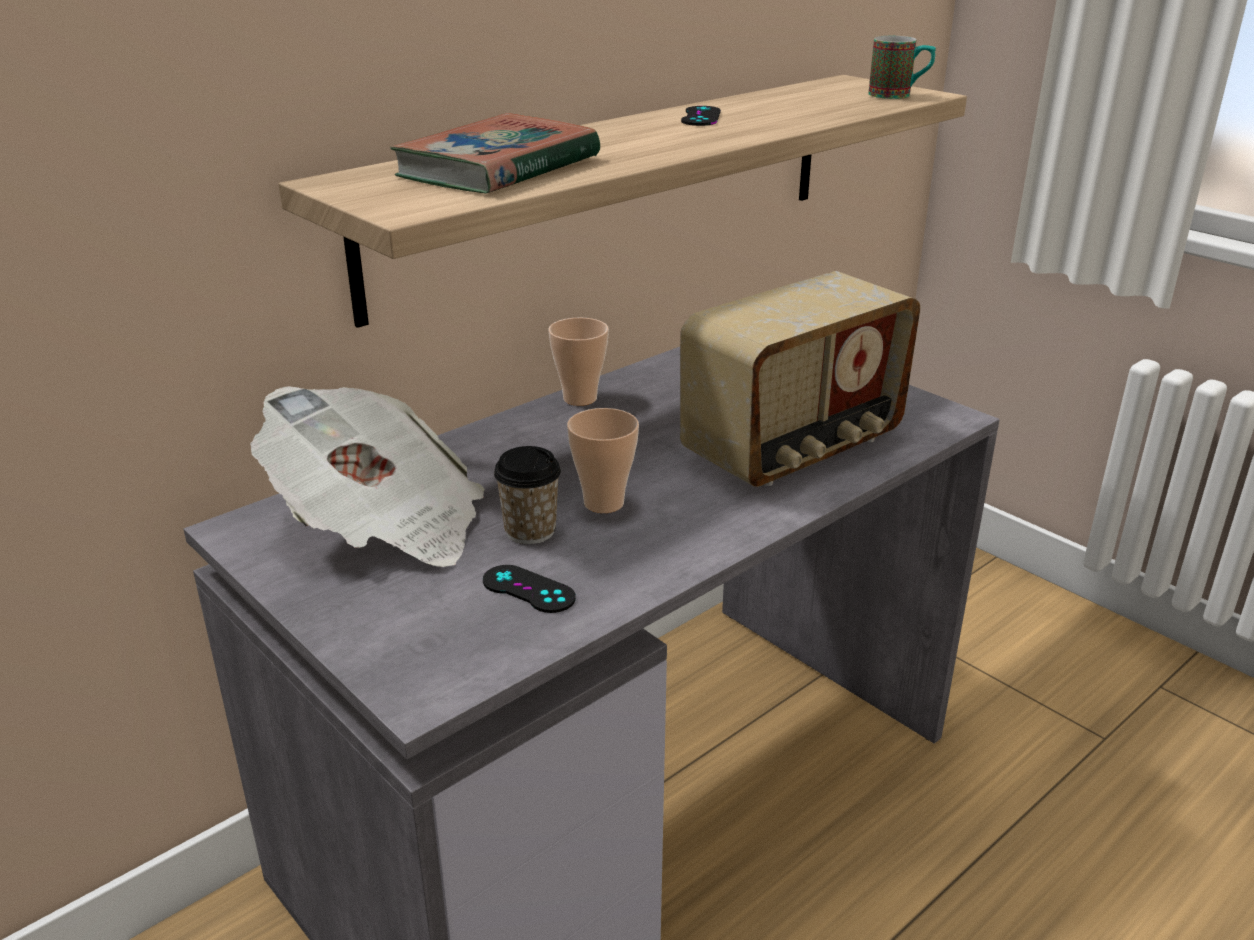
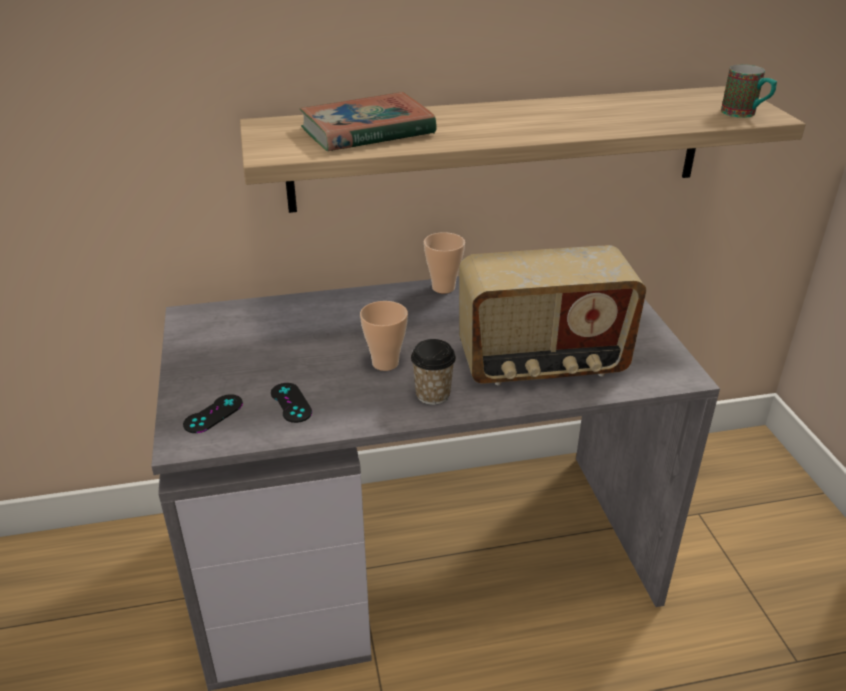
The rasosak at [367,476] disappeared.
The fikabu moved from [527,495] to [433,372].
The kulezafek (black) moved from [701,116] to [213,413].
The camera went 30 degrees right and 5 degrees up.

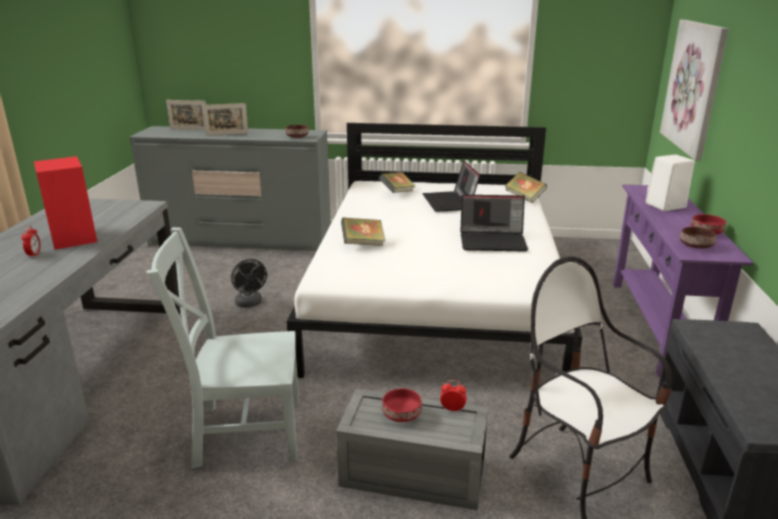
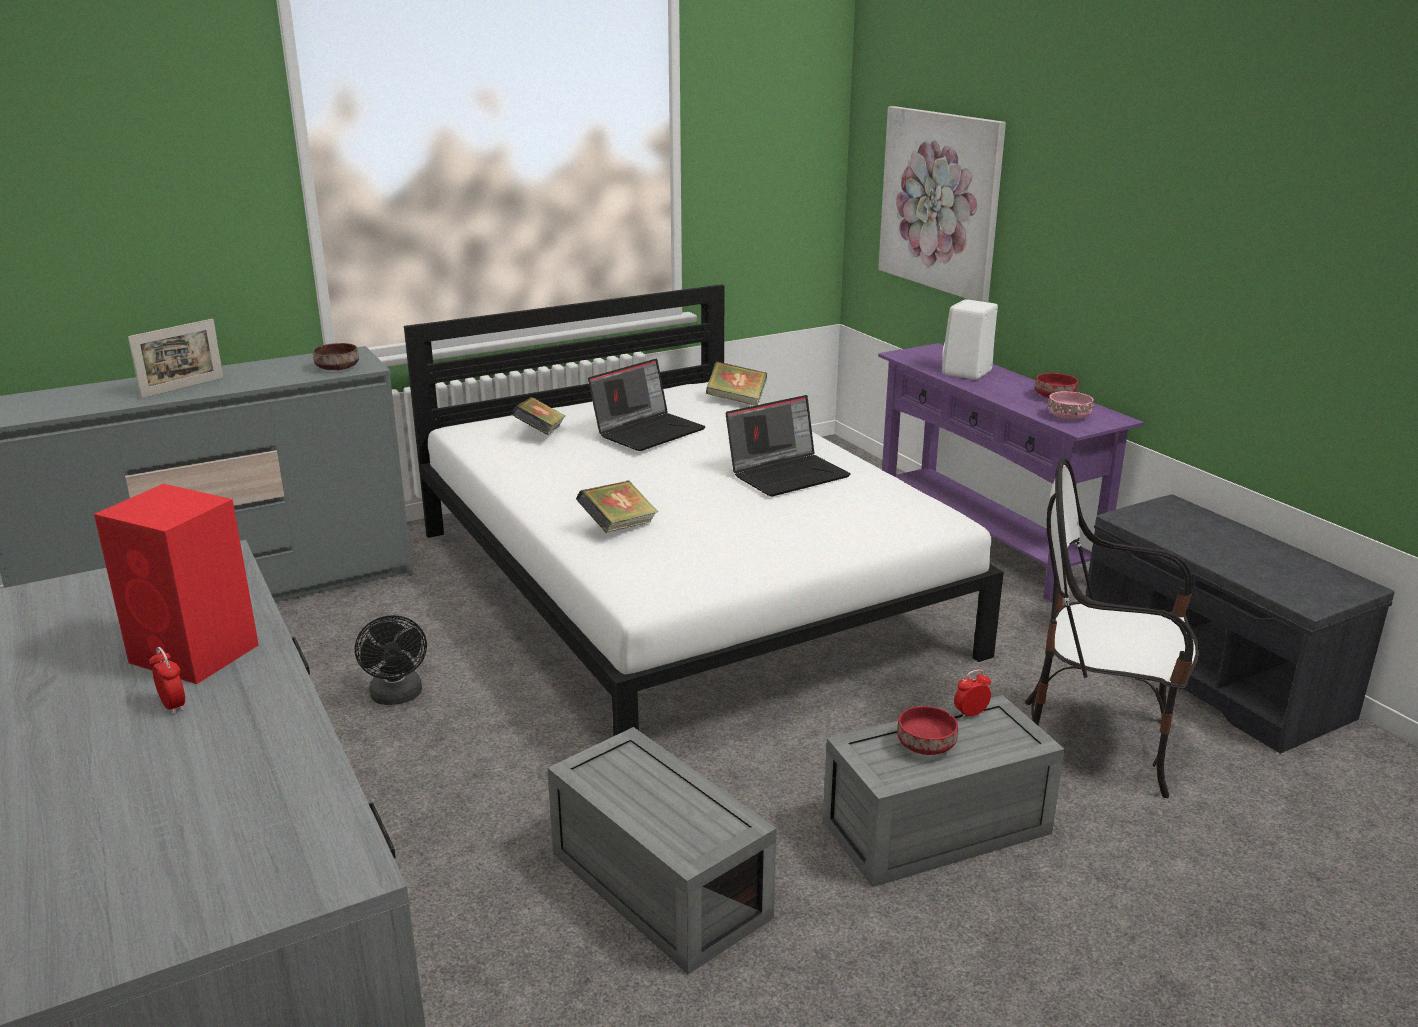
The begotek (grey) at [223,348] was replaced by the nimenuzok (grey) at [662,850].
The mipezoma at [186,115] disappeared.
The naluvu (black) at [249,283] turned 45 degrees clockwise.
The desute at [451,186] turned 90 degrees counterclockwise.
The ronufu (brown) at [698,237] became the ronufu (pink) at [1070,405].
The camera went 35 degrees left and 0 degrees up.

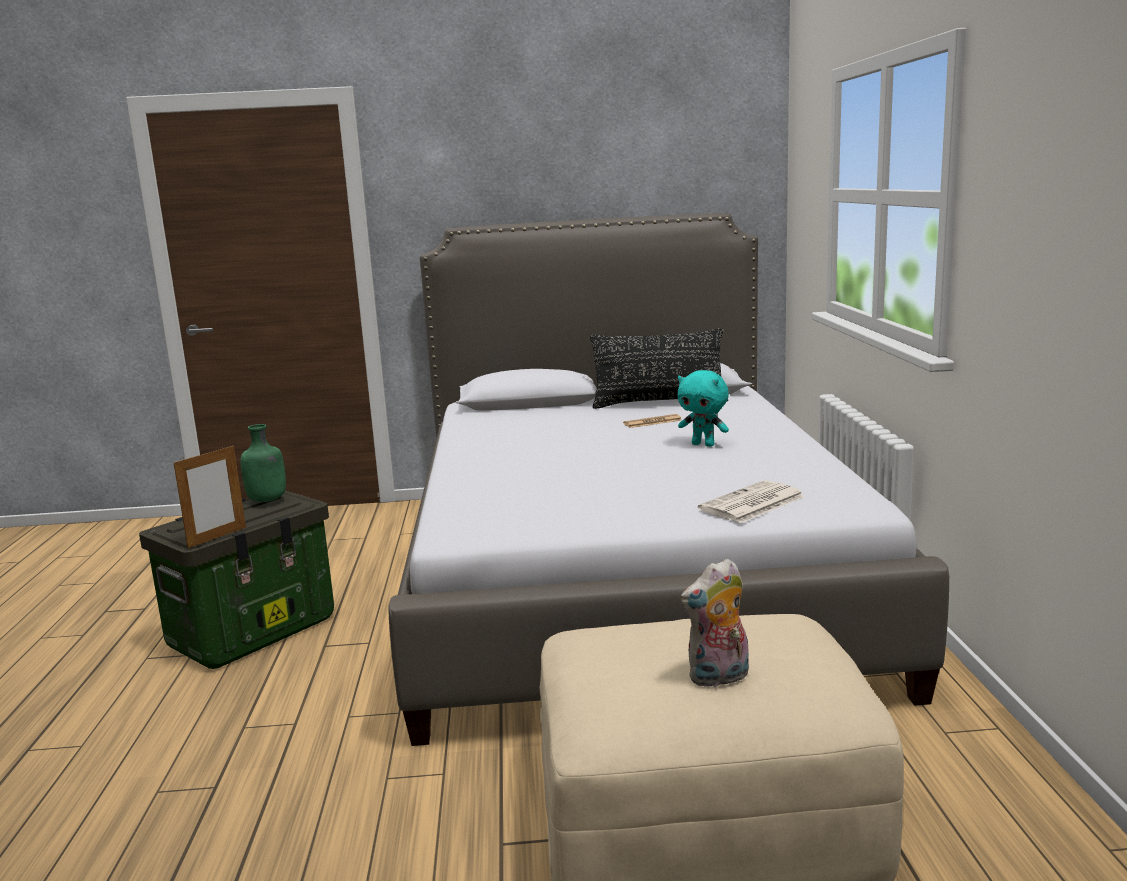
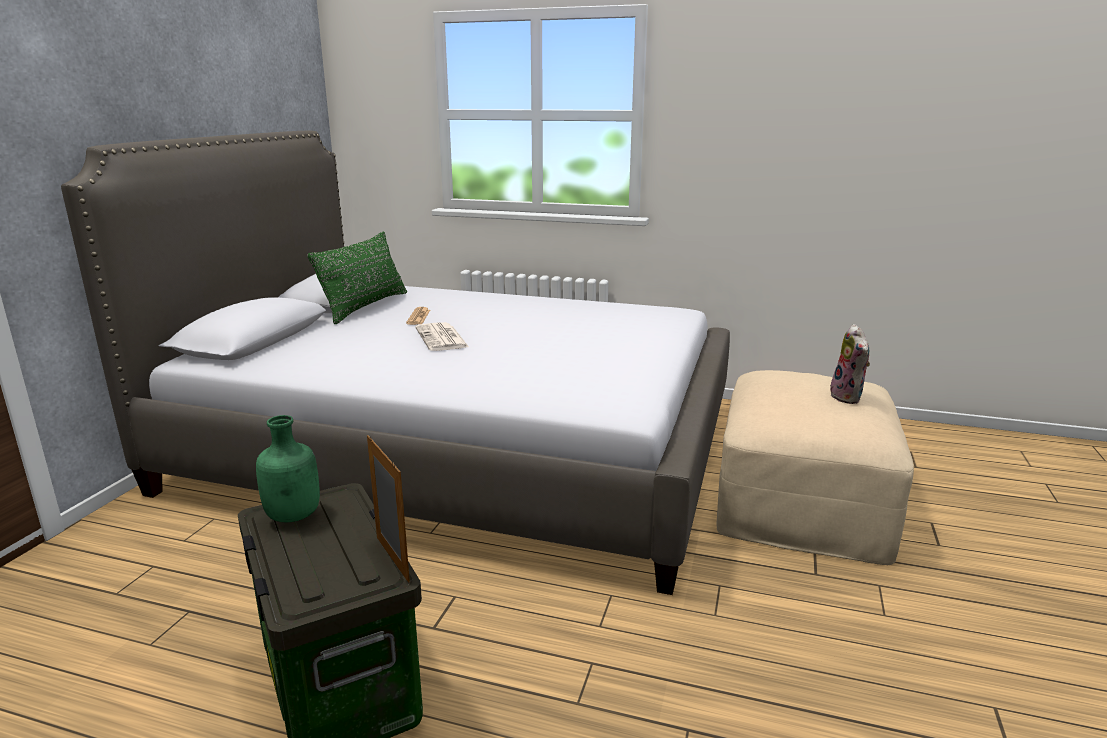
The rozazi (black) at [659,368] became the rozazi (green) at [357,277].
The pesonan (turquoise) at [703,408] disappeared.
The rasosak moved from [751,501] to [442,336].
The camera went 70 degrees left and 5 degrees up.

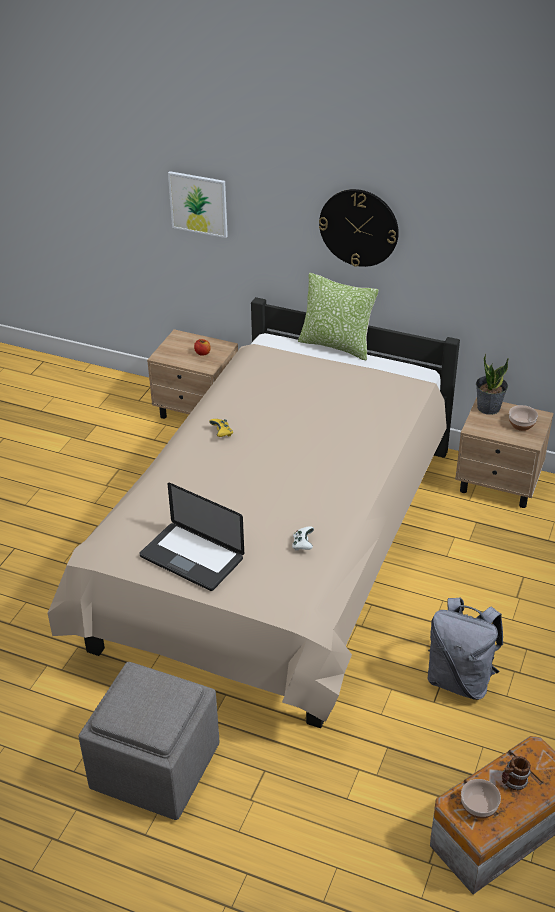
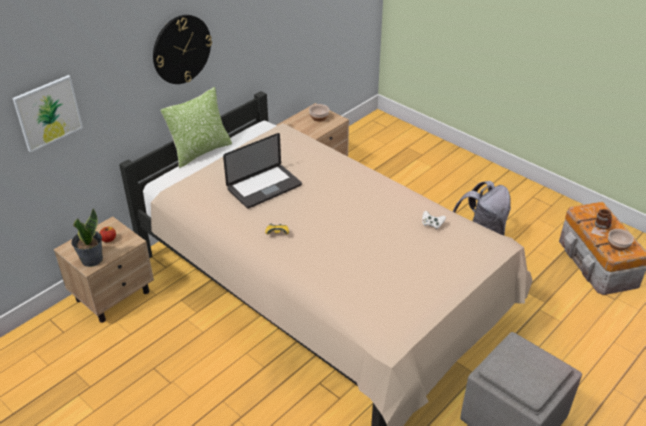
The desute moved from [192,537] to [262,171].
The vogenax moved from [492,384] to [87,237].
The camera went 70 degrees left and 0 degrees up.

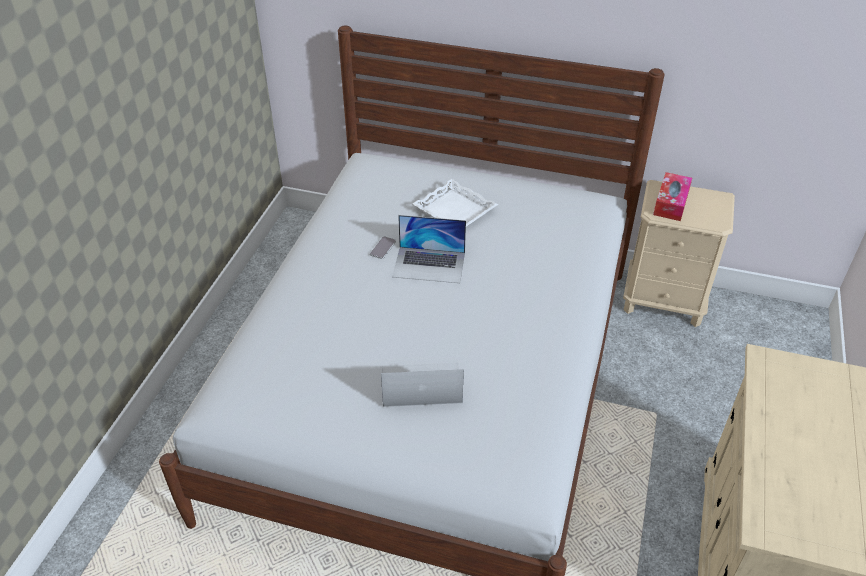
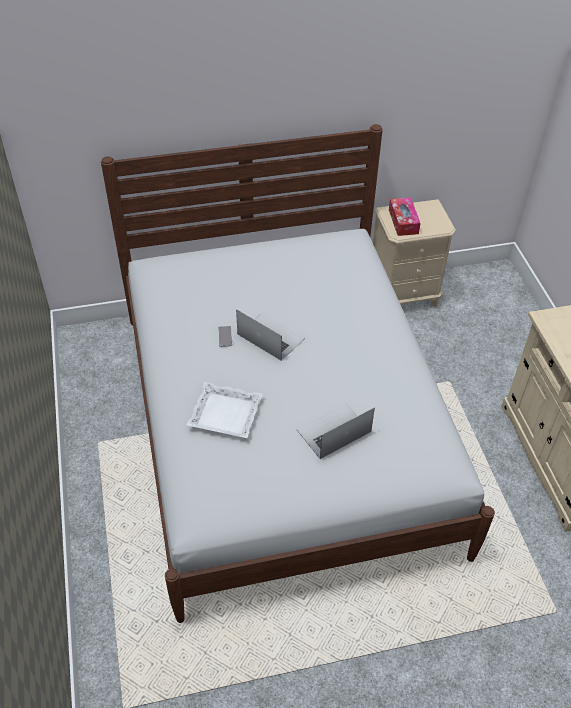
The desute at [429,249] turned 120 degrees counterclockwise.
The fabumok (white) moved from [455,202] to [225,410].
The camera went 30 degrees left and 5 degrees up.

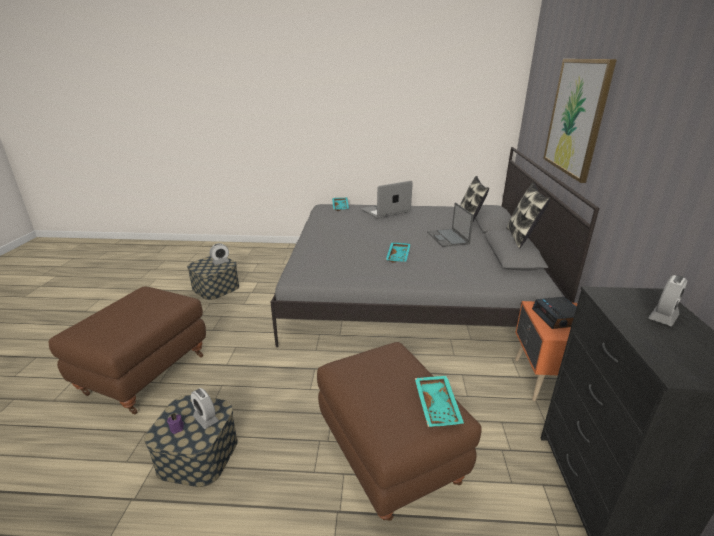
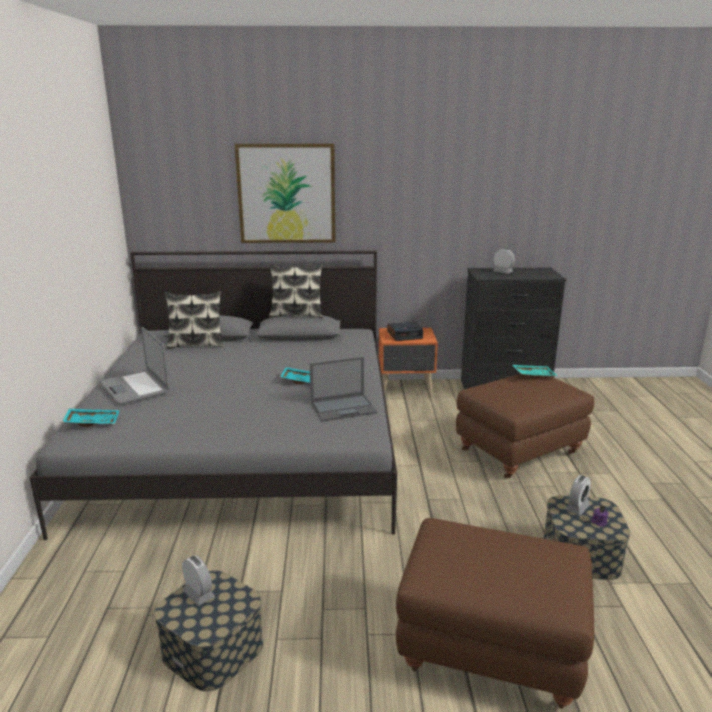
The desute moved from [450,224] to [343,389].
The camera went 95 degrees left and 5 degrees down.

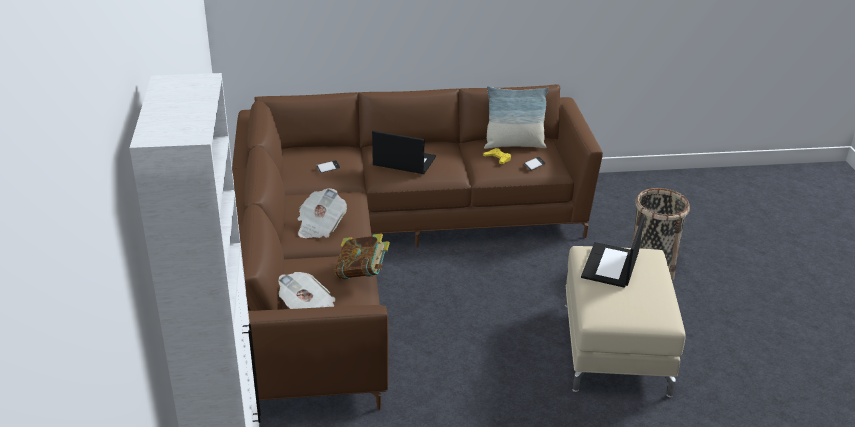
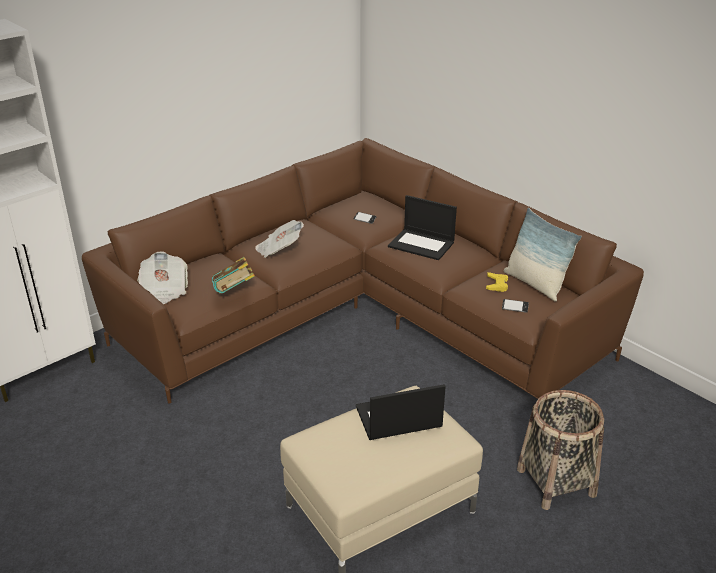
The desute at [404,152] turned 135 degrees clockwise.
The camera went 55 degrees right and 0 degrees up.

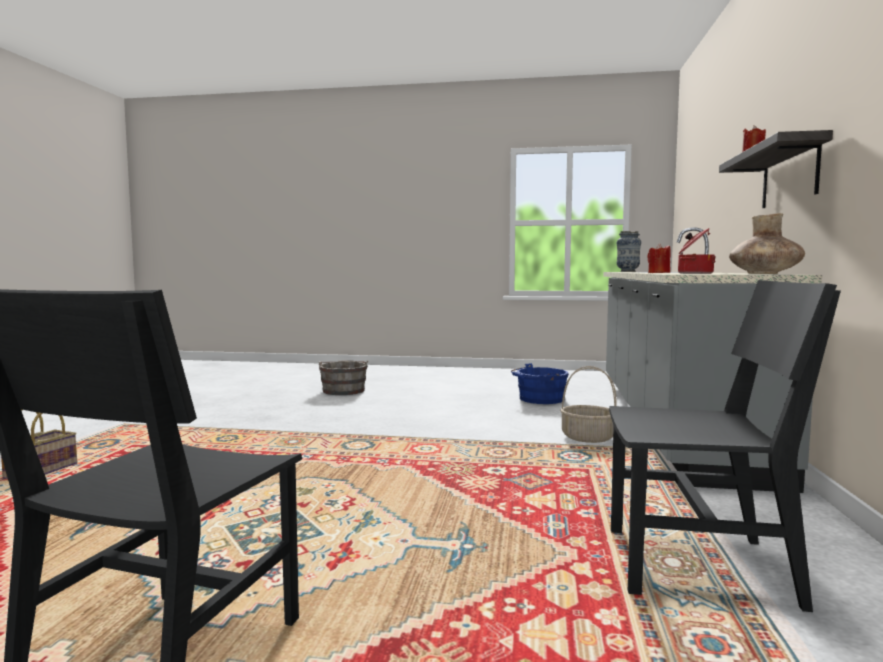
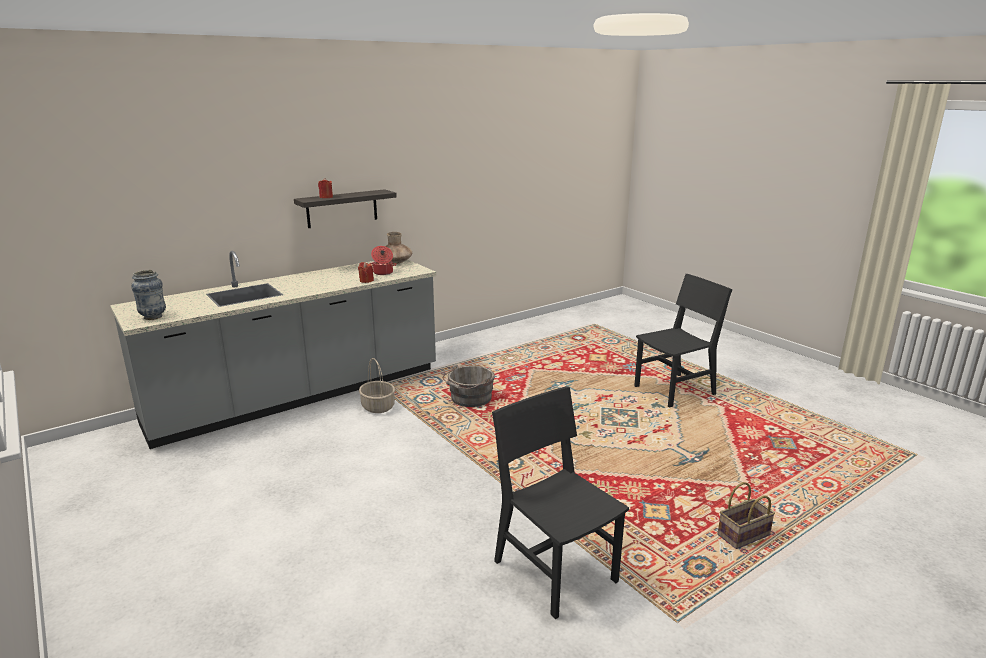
The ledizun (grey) moved from [344,377] to [469,385].
The ledizun (blue) at [540,383] disappeared.
The begotek (black) moved from [725,446] to [560,502].
The camera went 135 degrees left and 15 degrees up.

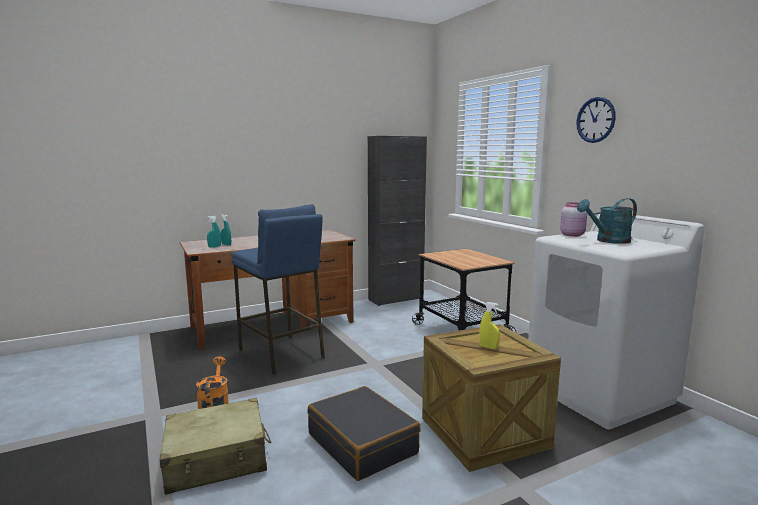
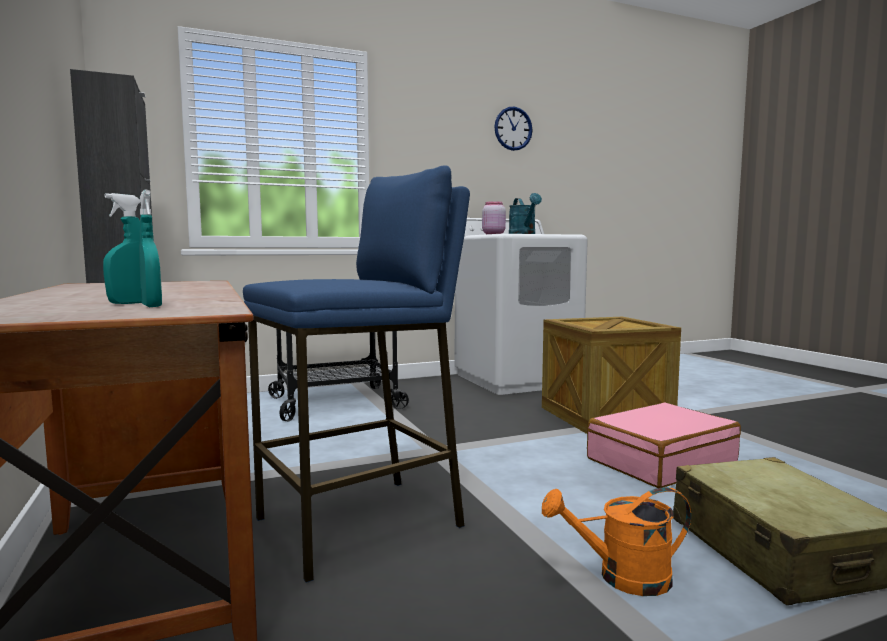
The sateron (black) at [364,433] became the sateron (pink) at [664,445].
The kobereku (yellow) at [489,325] disappeared.
The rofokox moved from [596,120] to [513,128].
The camera went 85 degrees left and 5 degrees down.

